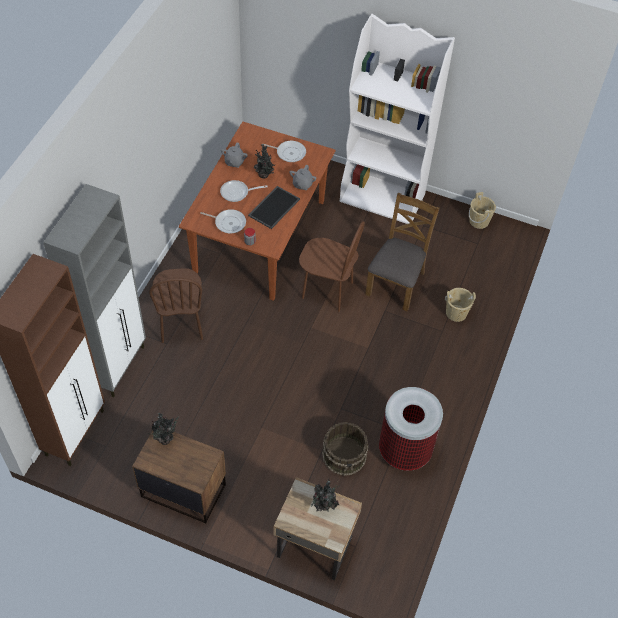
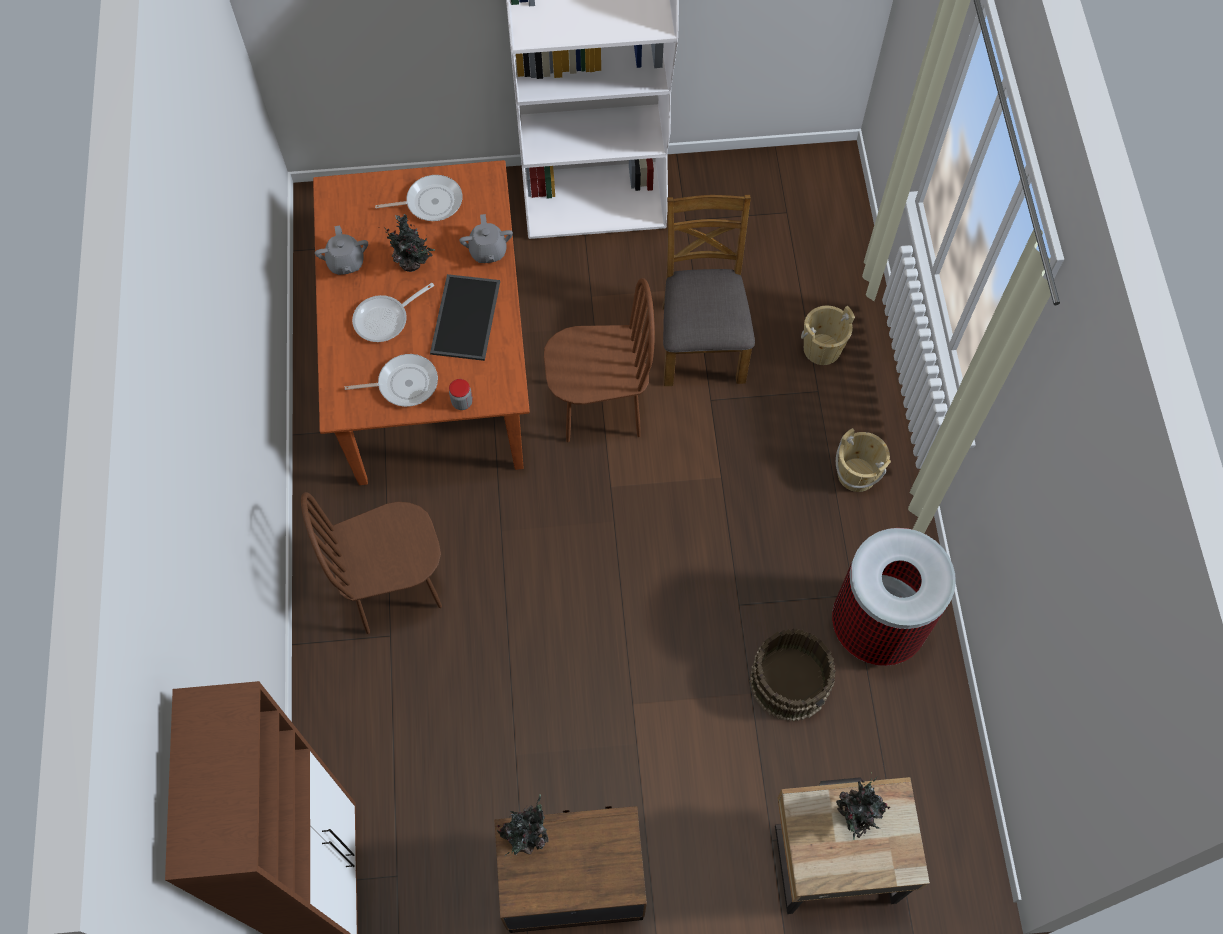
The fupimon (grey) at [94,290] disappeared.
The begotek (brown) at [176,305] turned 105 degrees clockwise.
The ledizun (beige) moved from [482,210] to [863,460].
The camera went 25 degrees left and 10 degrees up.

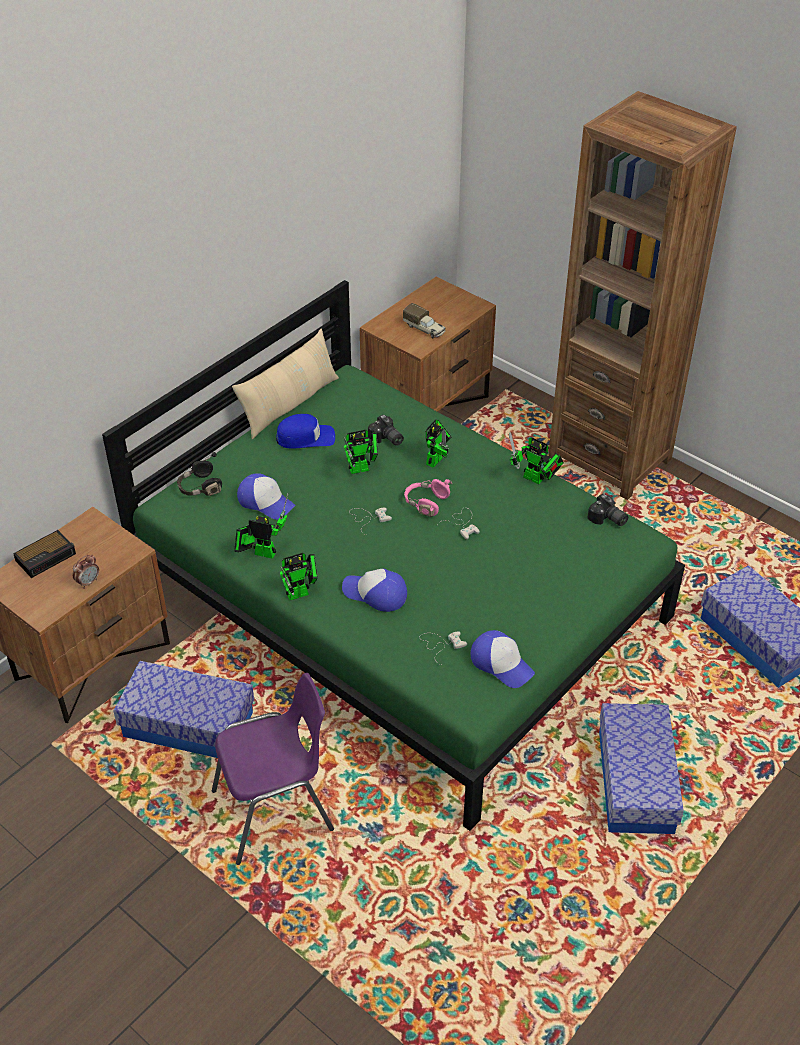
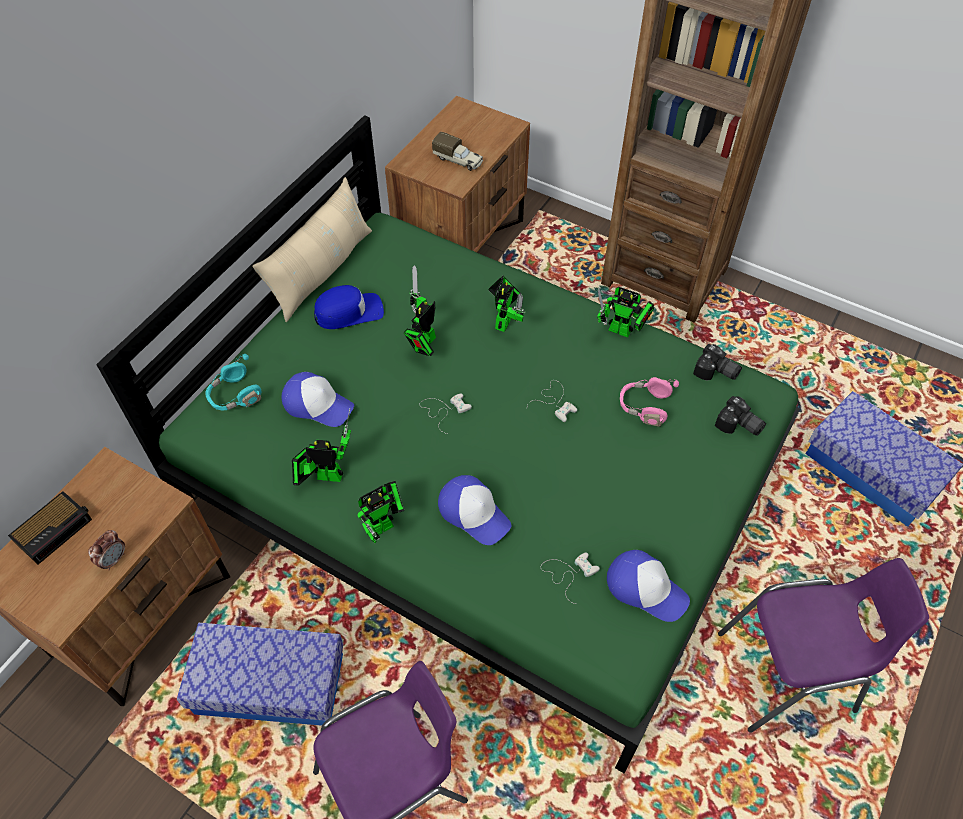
The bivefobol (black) at [199,474] became the bivefobol (turquoise) at [233,382].
The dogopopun at [374,590] turned 150 degrees counterclockwise.
The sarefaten at [361,452] turned 150 degrees clockwise.
The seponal moved from [386,430] to [740,416].
The bivefobol (pink) moved from [428,498] to [649,402].
The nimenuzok at [641,768] was replaced by the begotek (purple) at [823,645].
The camera went 10 degrees left and 10 degrees up.

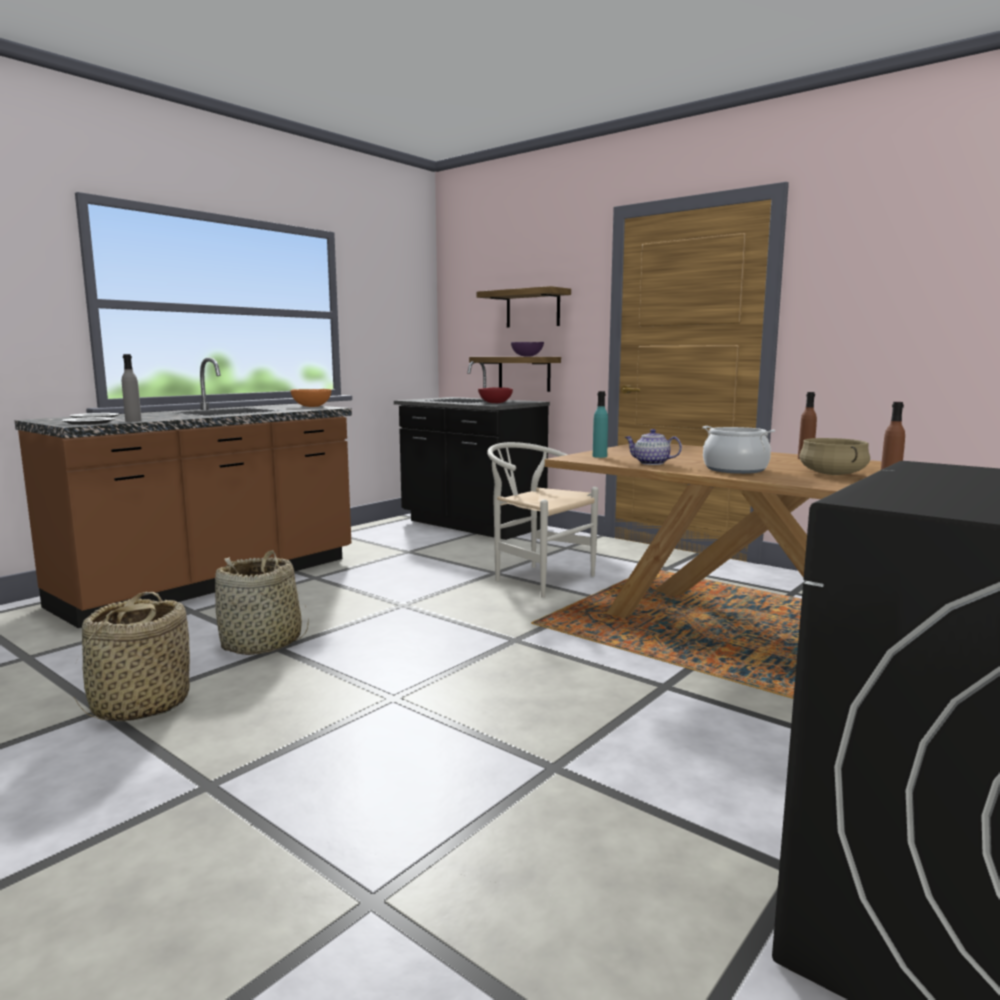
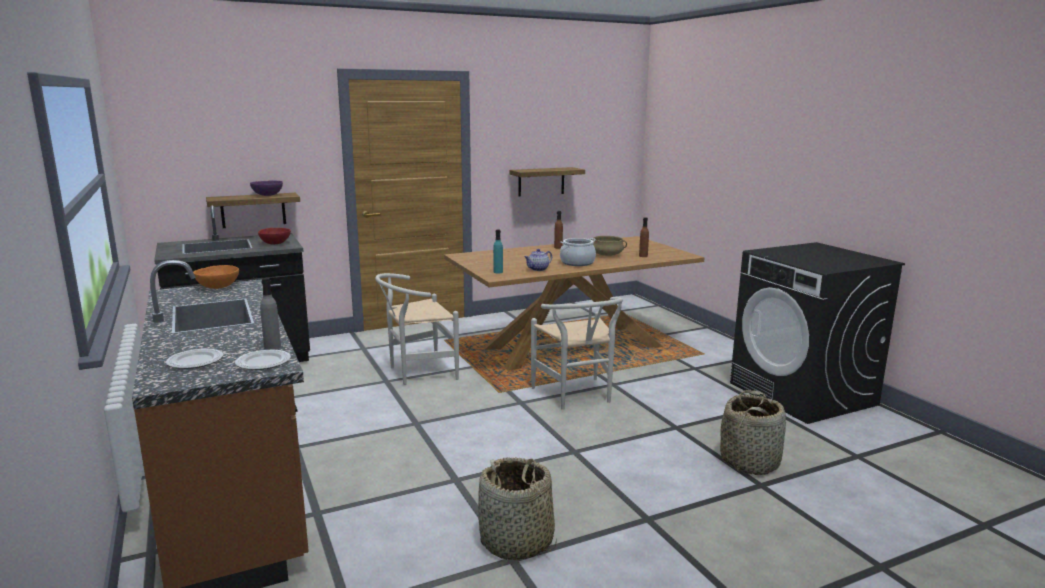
The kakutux moved from [262,602] to [753,432].
The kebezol moved from [524,307] to [547,182].
The begotek (white) at [577,353] appeared.
The camera went 65 degrees left and 5 degrees up.

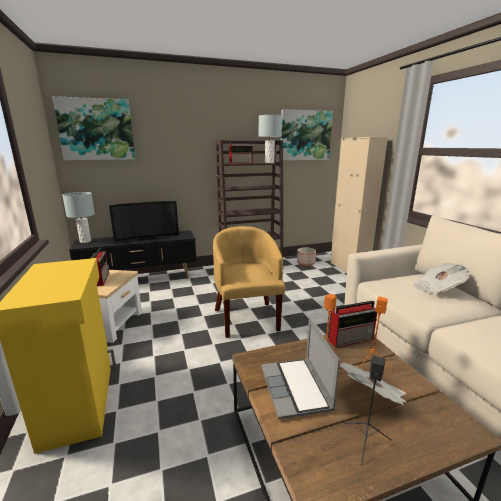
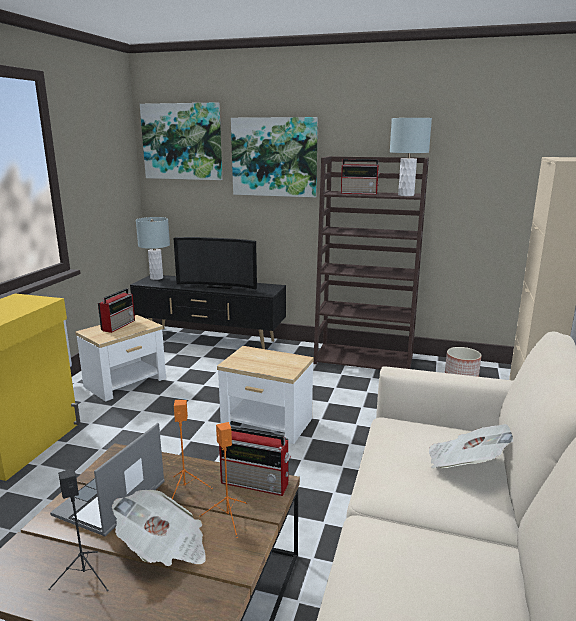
The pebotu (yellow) at [249,282] was replaced by the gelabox at [265,395].
The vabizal moved from [307,134] to [274,157].
The camera went 35 degrees right and 0 degrees up.

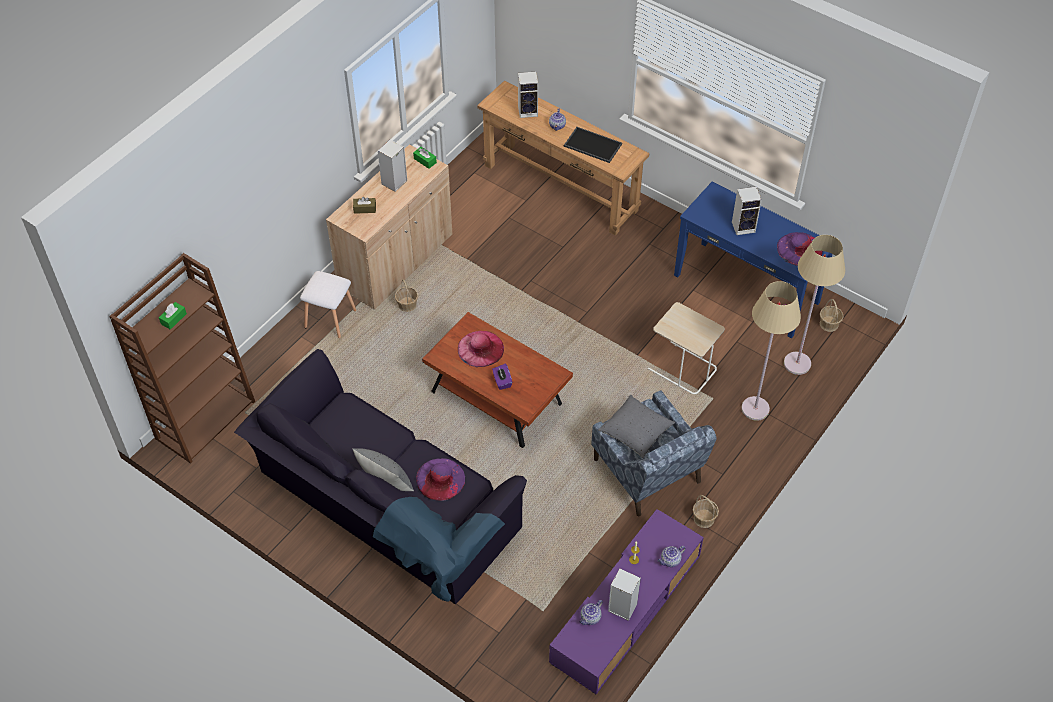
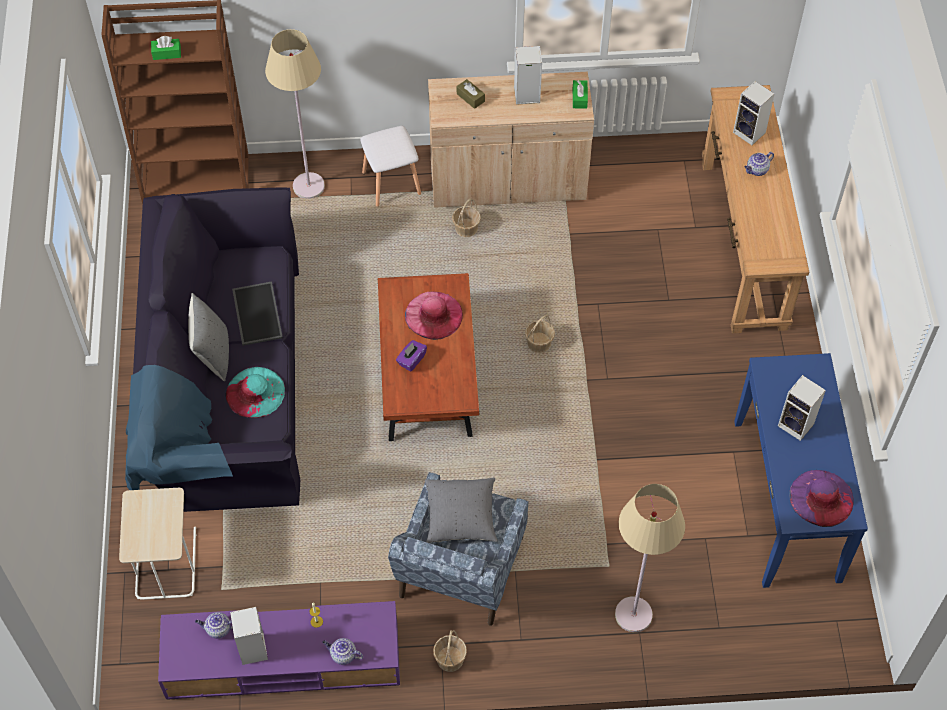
The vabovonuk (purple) at [440,479] became the vabovonuk (turquoise) at [255,392].
The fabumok moved from [593,145] to [257,314].
The gelabox (beige) moved from [686,348] to [157,544].
The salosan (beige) moved from [814,305] to [295,114].
The kakutux moved from [831,315] to [540,334].
The camera went 50 degrees right and 5 degrees up.

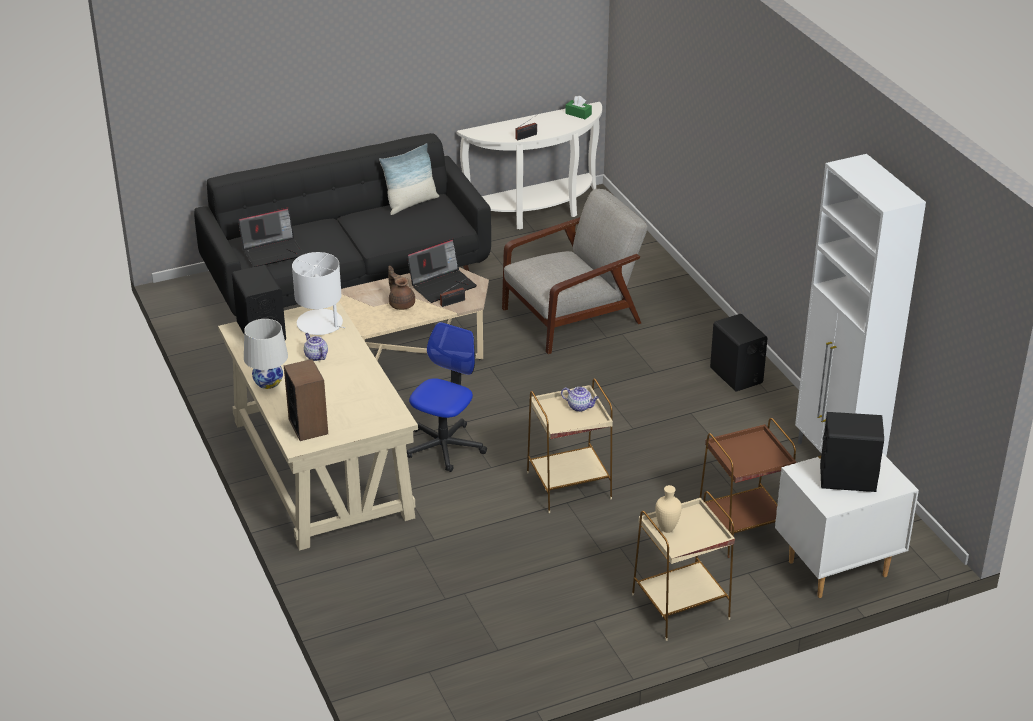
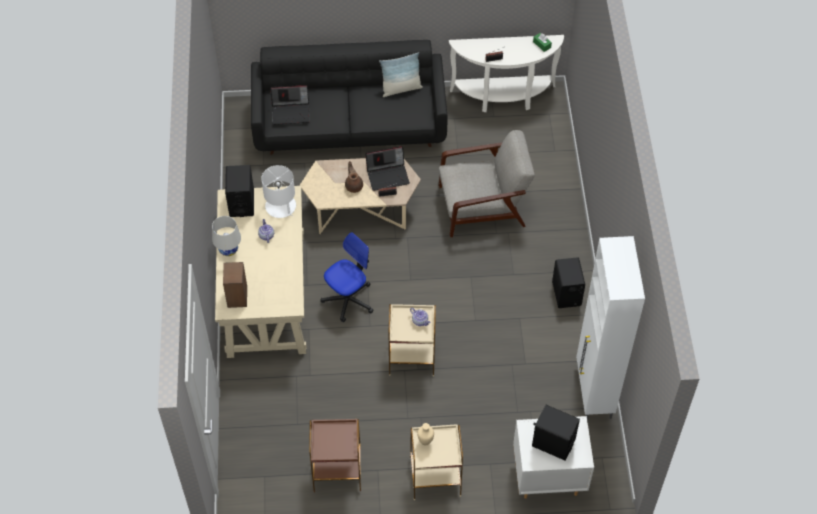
The gelabox (brown) moved from [747,488] to [335,456].
The camera went 20 degrees right and 20 degrees up.

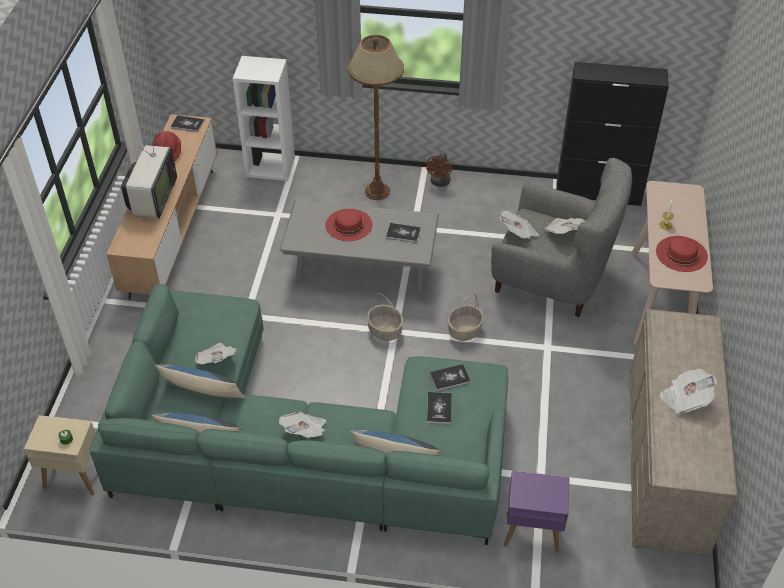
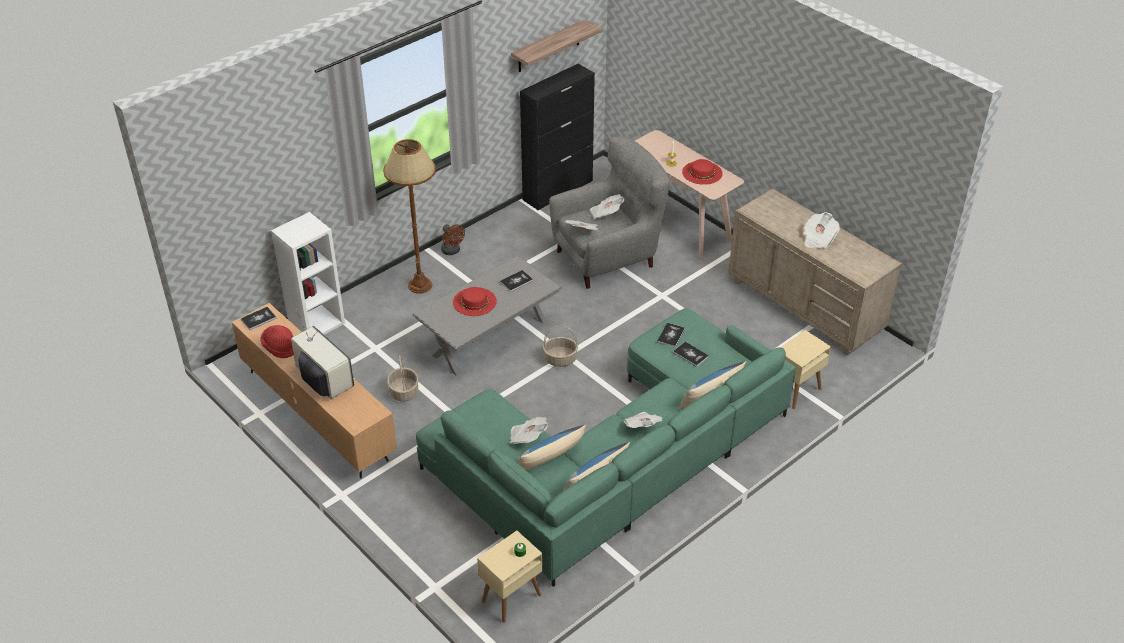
The kakutux moved from [466,317] to [402,378].
The gelabox (purple) at [537,512] became the gelabox (beige) at [805,369].
The kebezol at [556,45] appeared.
The camera went 50 degrees left and 5 degrees down.

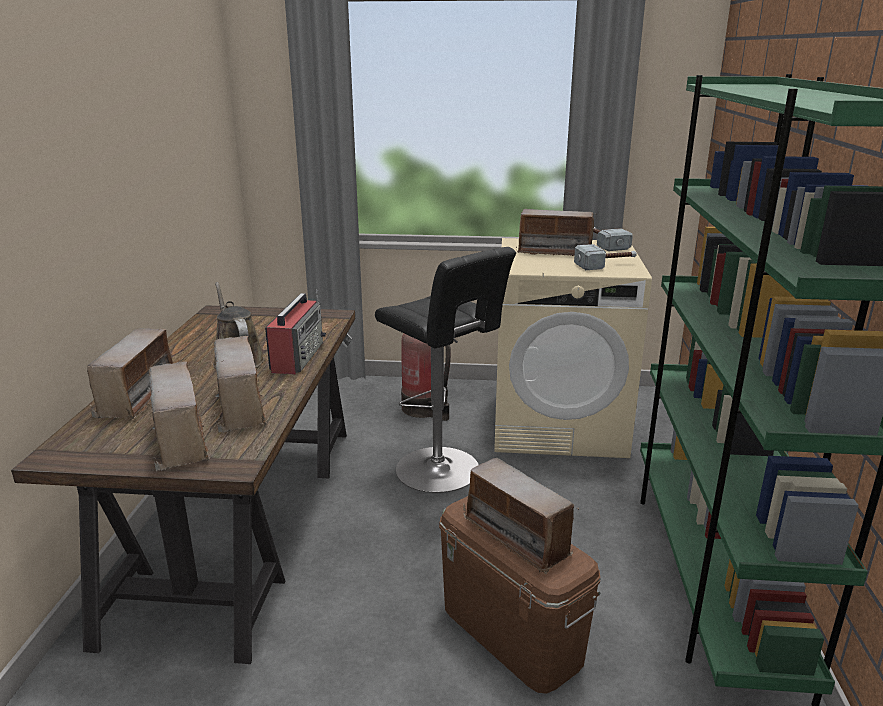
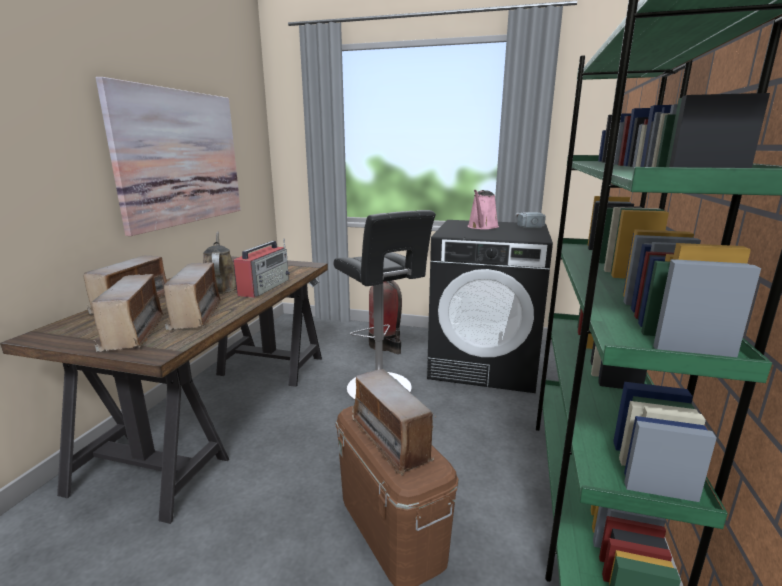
The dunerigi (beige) at [573,348] became the dunerigi (black) at [490,306].
The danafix at [556,232] was replaced by the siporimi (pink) at [483,210].
The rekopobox at [605,257] disappeared.
The vabizal at [168,156] appeared.
The camera went 10 degrees right and 5 degrees down.

